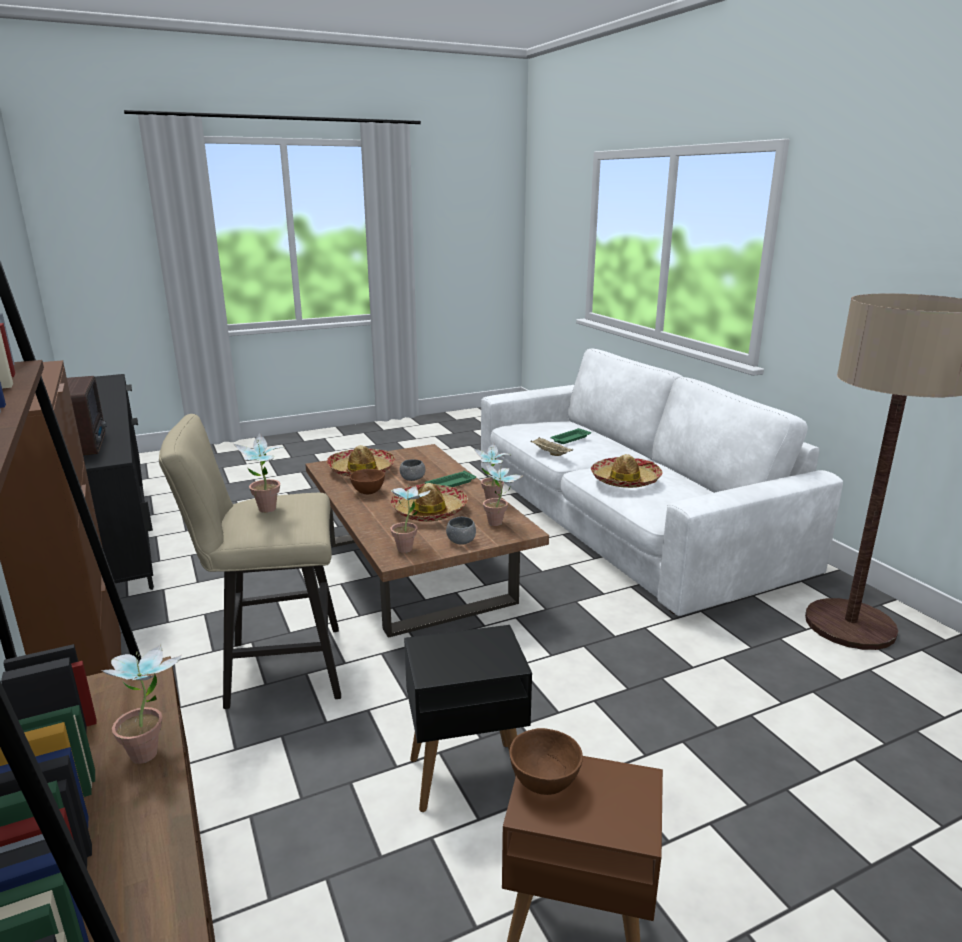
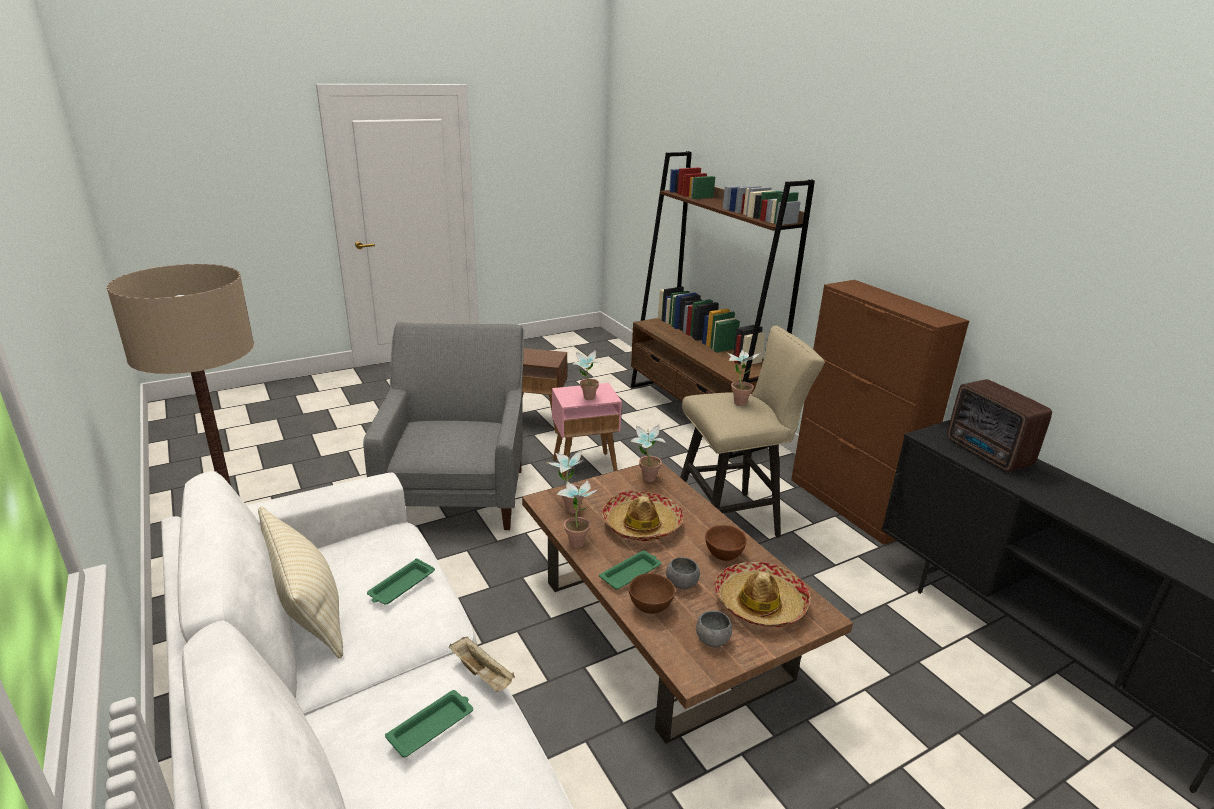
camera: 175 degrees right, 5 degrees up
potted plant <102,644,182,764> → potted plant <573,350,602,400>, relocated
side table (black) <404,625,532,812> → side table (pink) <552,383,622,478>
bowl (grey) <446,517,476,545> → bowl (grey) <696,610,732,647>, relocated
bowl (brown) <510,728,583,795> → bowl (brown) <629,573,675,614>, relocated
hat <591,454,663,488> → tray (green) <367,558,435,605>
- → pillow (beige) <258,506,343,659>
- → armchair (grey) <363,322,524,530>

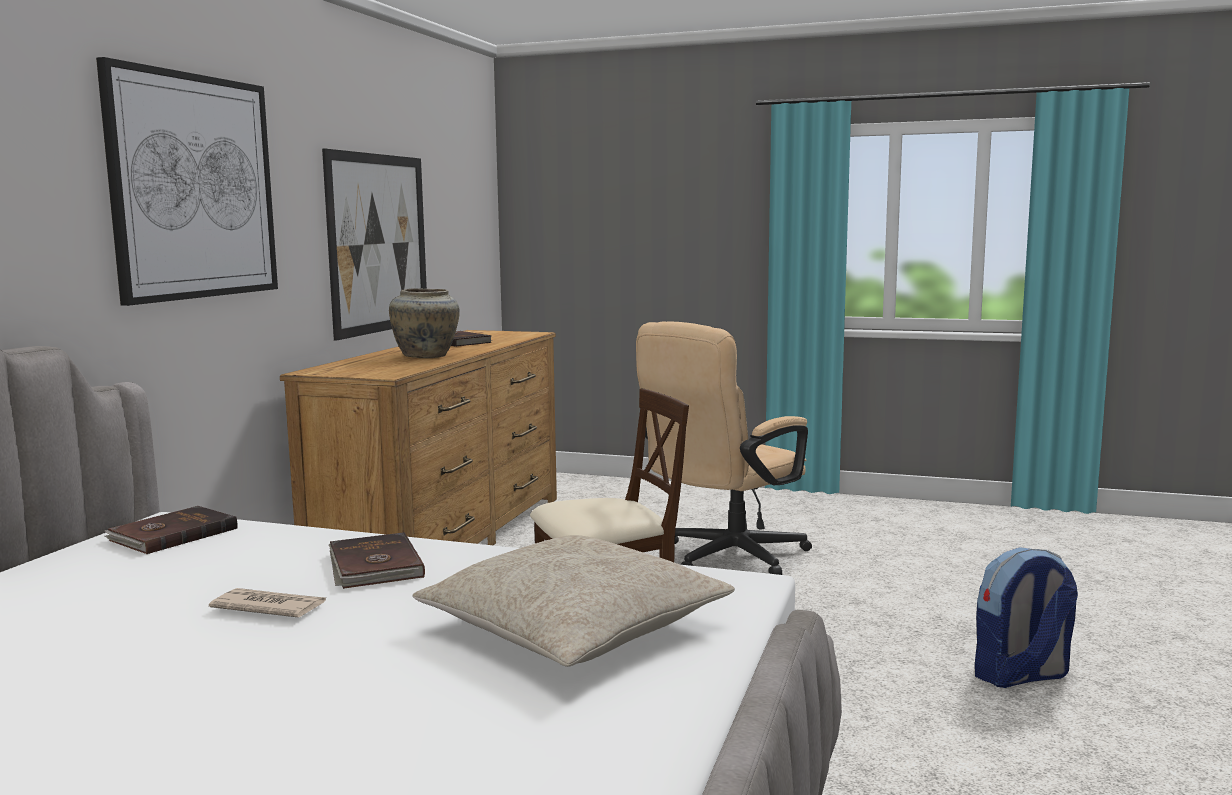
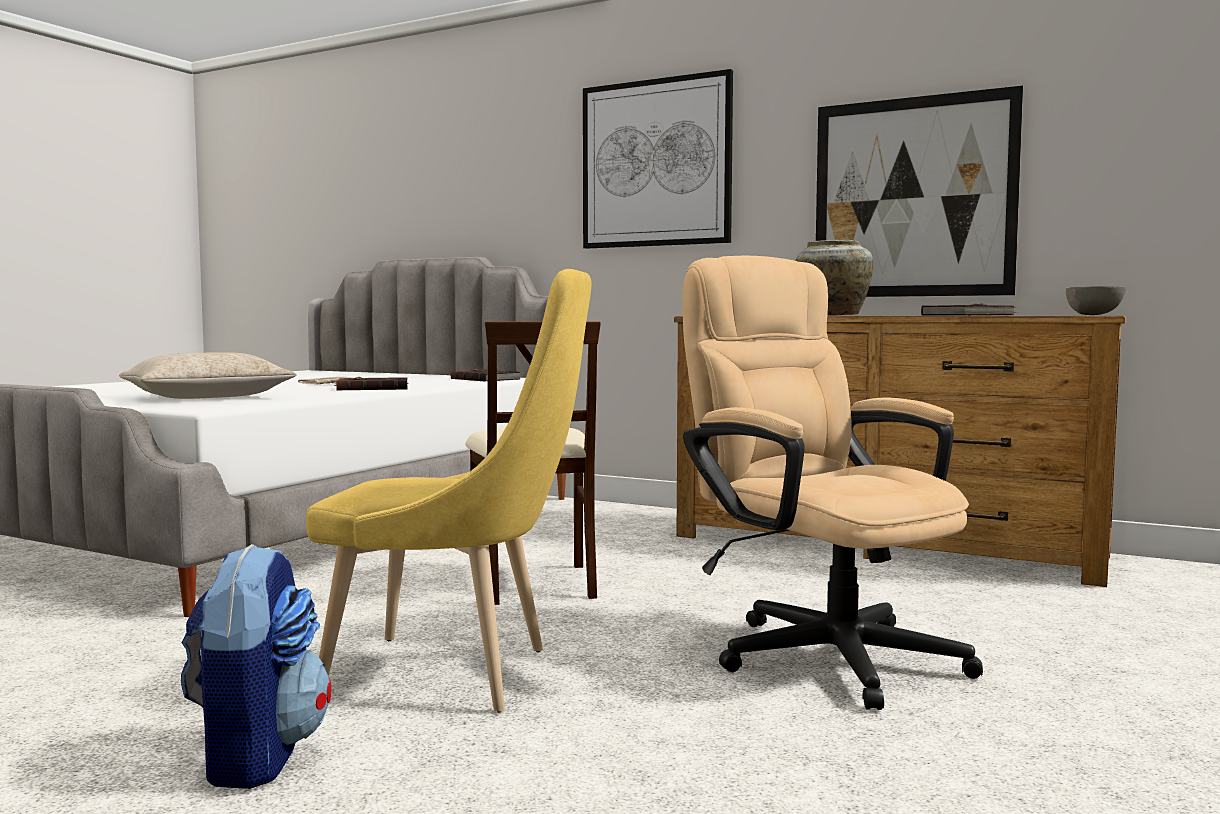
camera: 100 degrees right, 5 degrees down
- → chair (yellow) <306,269,591,713>
- → bowl (grey) <1066,286,1126,315>

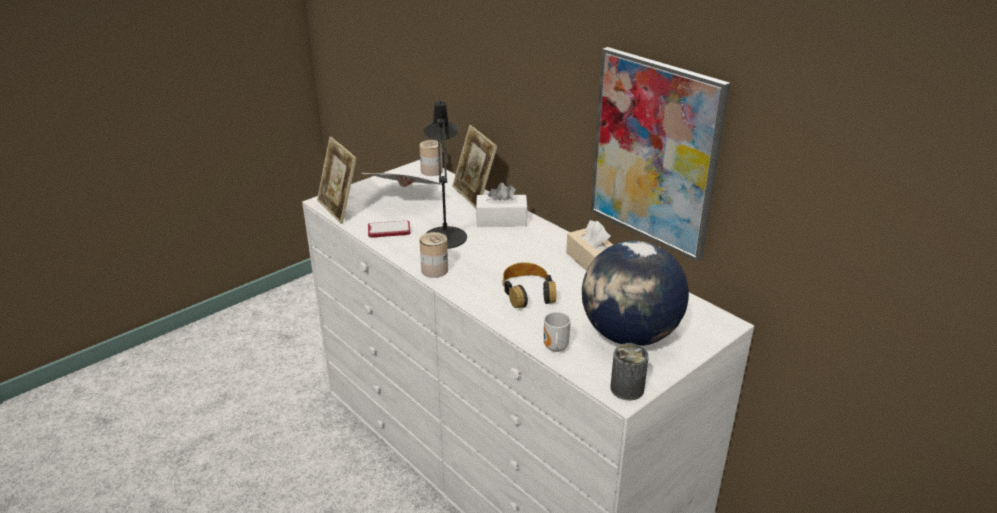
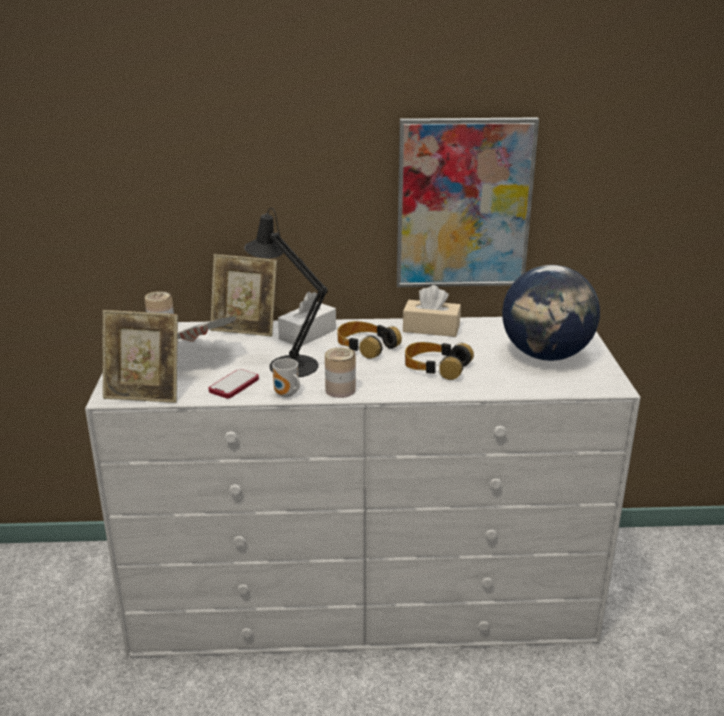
camera: 50 degrees left, 5 degrees down
mug <544,312,571,352> → mug <272,358,300,397>, relocated
can <610,343,649,400> → -
- → headphones <337,321,402,359>

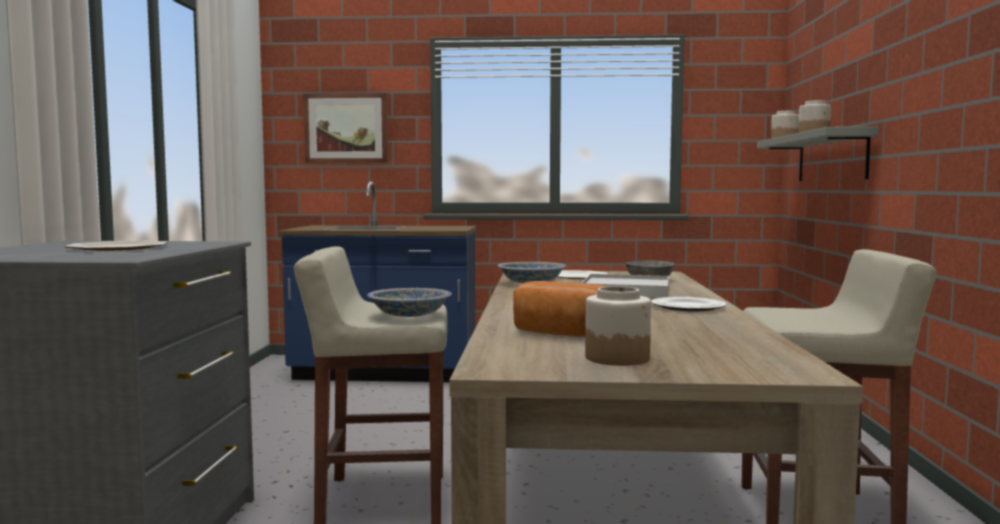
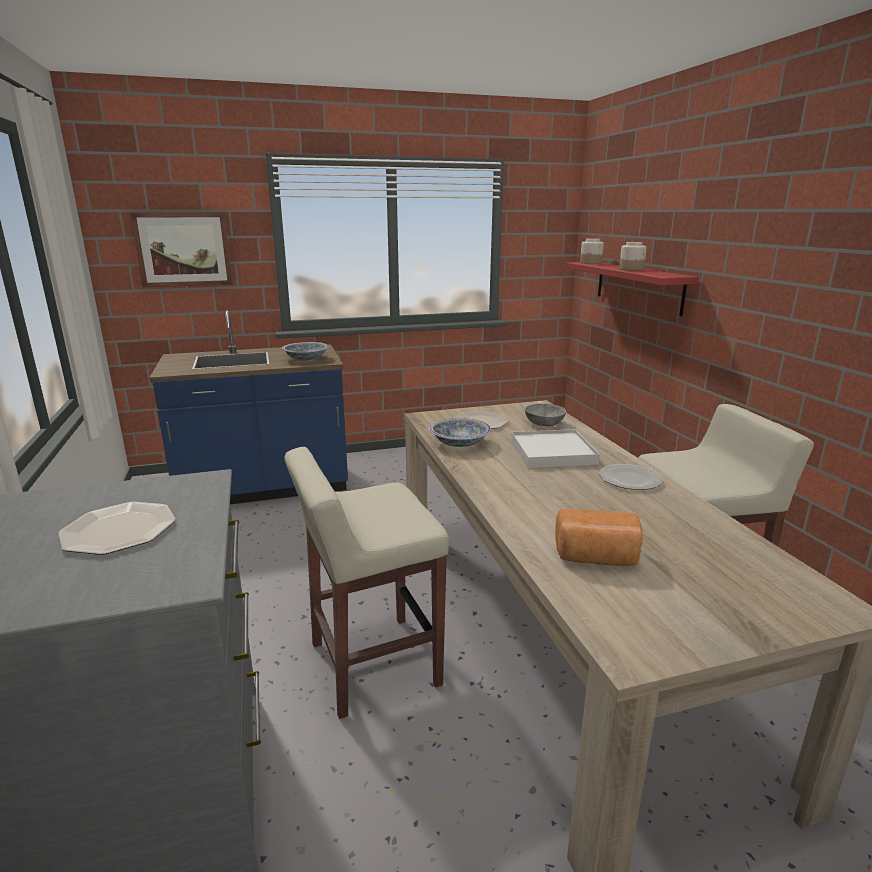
camera: 20 degrees left, 15 degrees up
bowl <367,288,452,317> → bowl <282,342,329,360>, relocated
jar <585,286,651,366> → -
shelf (grey) <757,127,879,181> → shelf (red) <566,262,699,317>

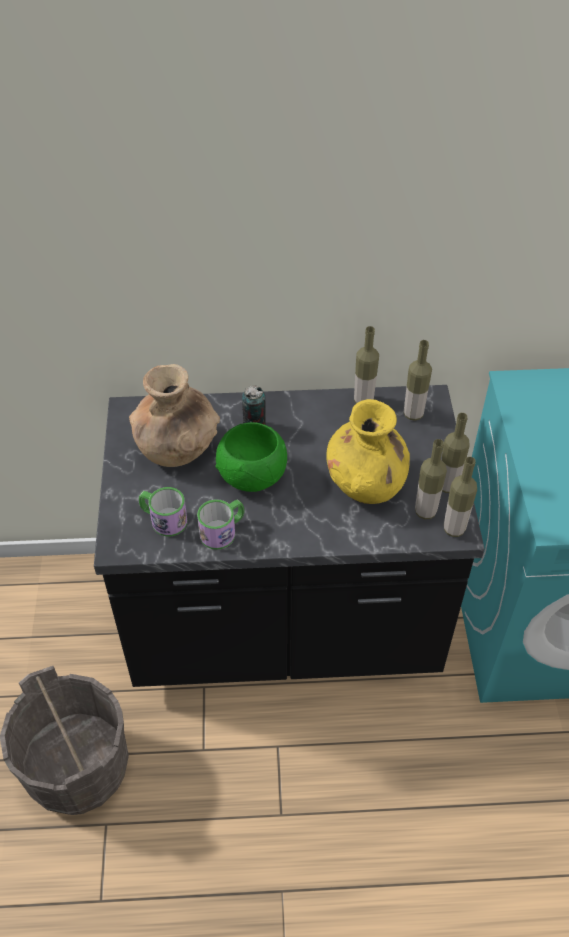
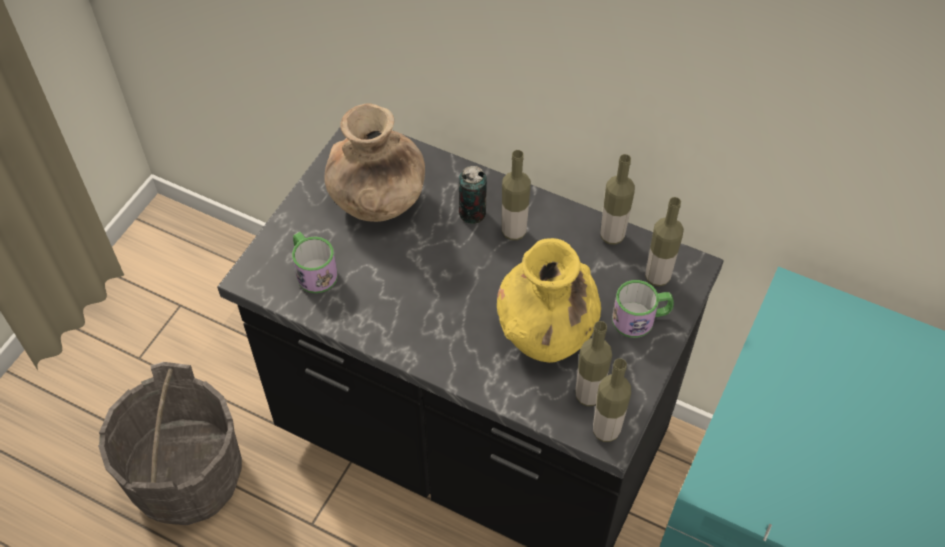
camera: 30 degrees right, 5 degrees up
mug <197,499,244,550> → mug <612,280,674,338>, relocated
bowl (green) <215,422,287,492> → -
bottle <441,413,470,493> → bottle <502,150,531,240>, relocated

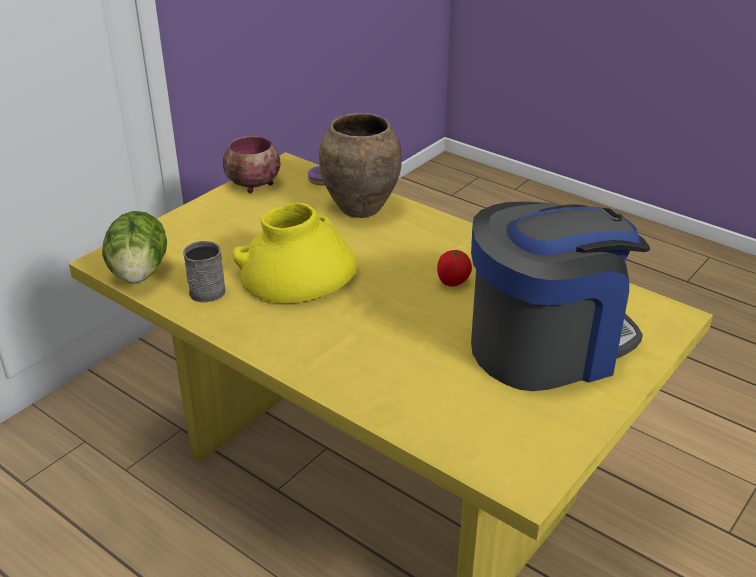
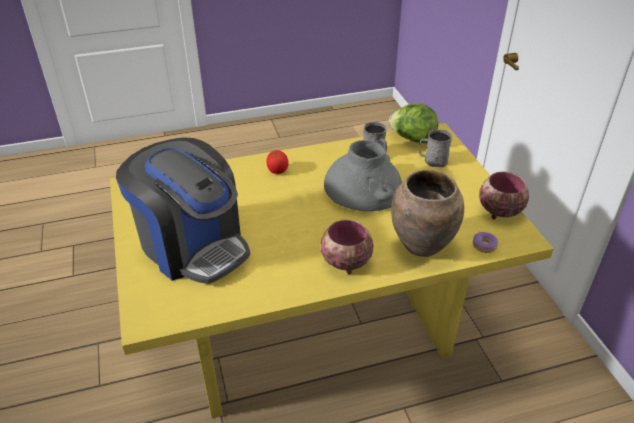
camera: 125 degrees right, 5 degrees up
vase (yellow) <232,203,357,303> → vase (grey) <324,140,402,212>
tomato <437,250,472,287> → tomato <266,150,289,174>, relocated
coffee machine <471,202,650,391> → coffee machine <116,137,250,284>, 60 degrees counterclockwise
- → bowl <321,219,374,274>
- → mug (grey) <419,130,452,167>

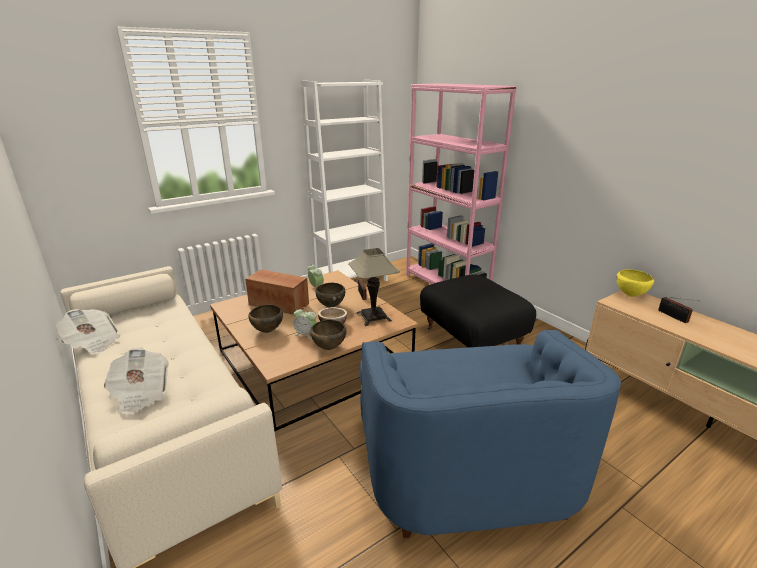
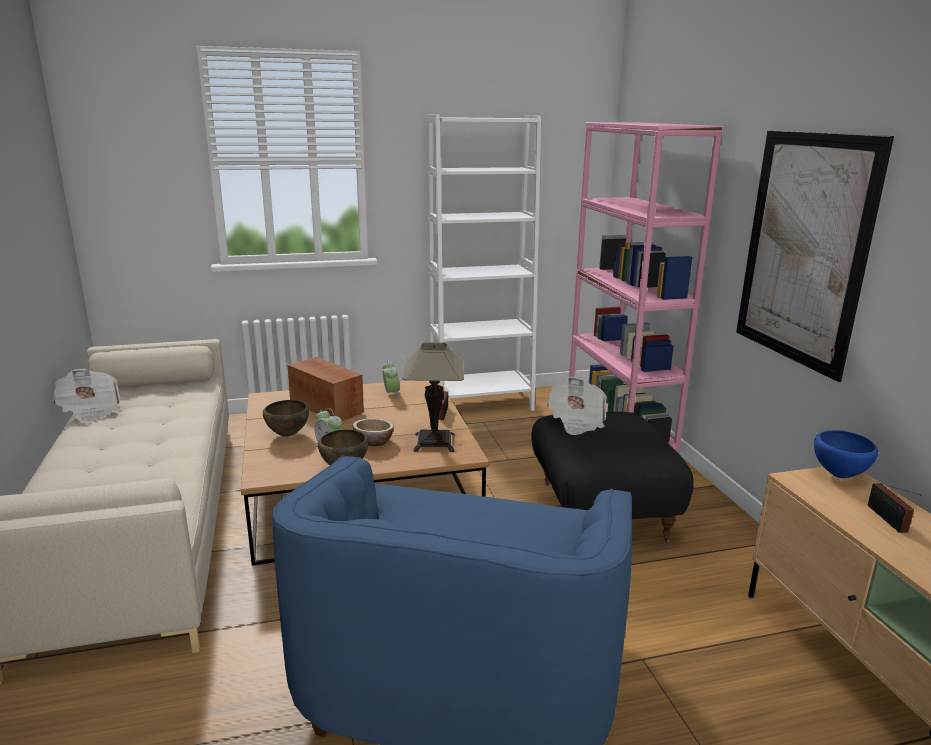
camera: 20 degrees right, 5 degrees down
newspaper <104,348,169,415> → newspaper <547,377,607,435>, relocated
bowl (brown) <315,283,345,307> → -
bowl (yellow) <616,269,654,297> → bowl (blue) <814,430,878,478>
- → picture <736,130,894,382>

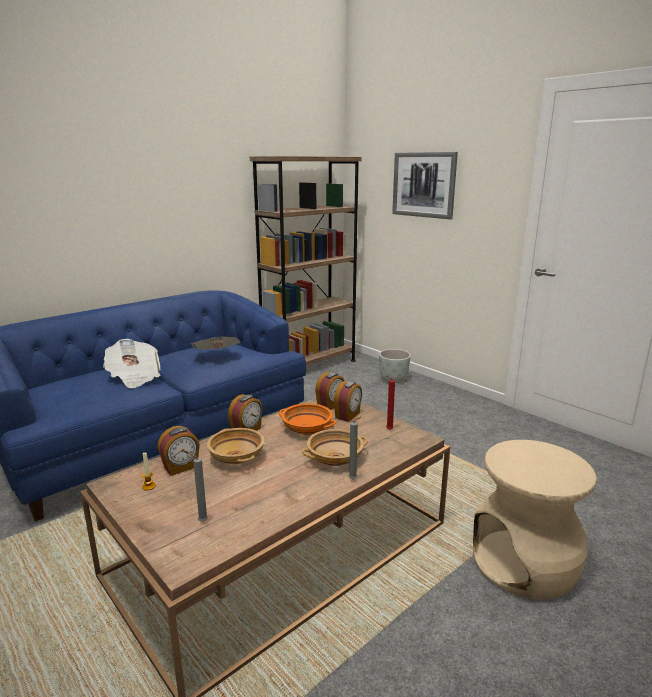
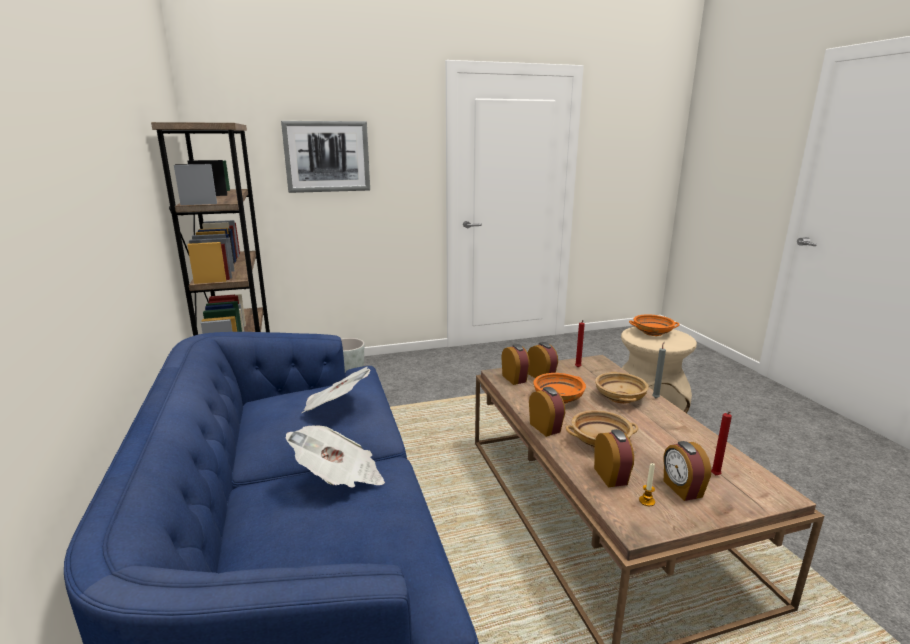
camera: 65 degrees left, 0 degrees up
candle (grey) <189,453,208,522> → candle (red) <711,411,732,476>
- → bowl (orange) <629,314,679,336>
- → alarm clock <664,441,711,501>

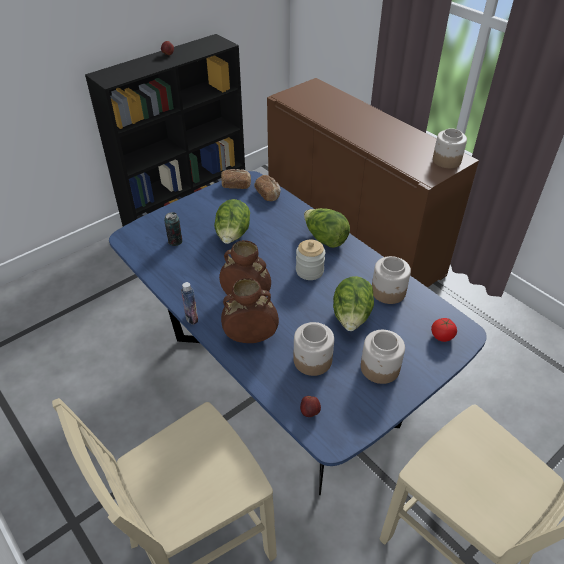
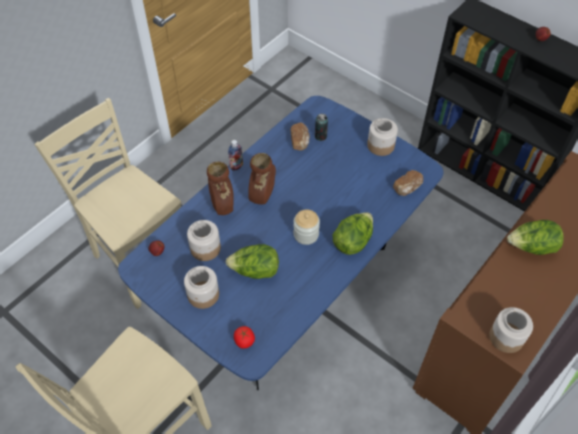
camera: 80 degrees right, 10 degrees up
lettuce <214,199,250,244> → lettuce <507,220,564,255>, relocated
bread <221,169,251,189> → bread <290,123,310,151>, relocated
jar <372,256,411,304> → jar <367,118,398,156>, relocated

